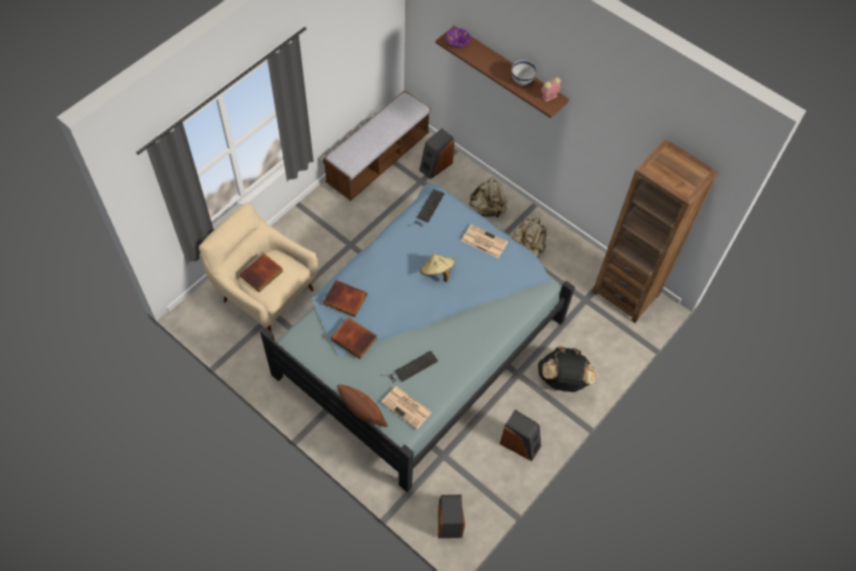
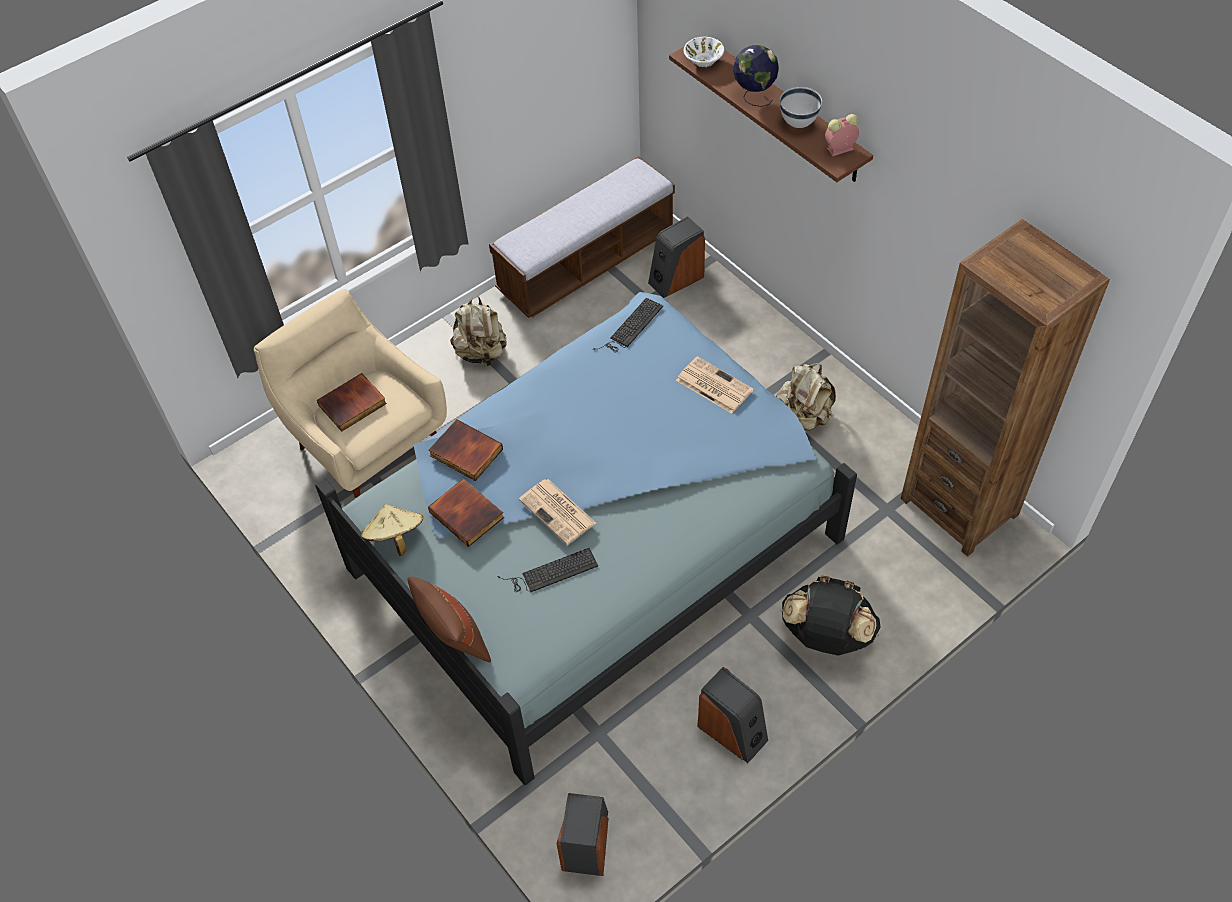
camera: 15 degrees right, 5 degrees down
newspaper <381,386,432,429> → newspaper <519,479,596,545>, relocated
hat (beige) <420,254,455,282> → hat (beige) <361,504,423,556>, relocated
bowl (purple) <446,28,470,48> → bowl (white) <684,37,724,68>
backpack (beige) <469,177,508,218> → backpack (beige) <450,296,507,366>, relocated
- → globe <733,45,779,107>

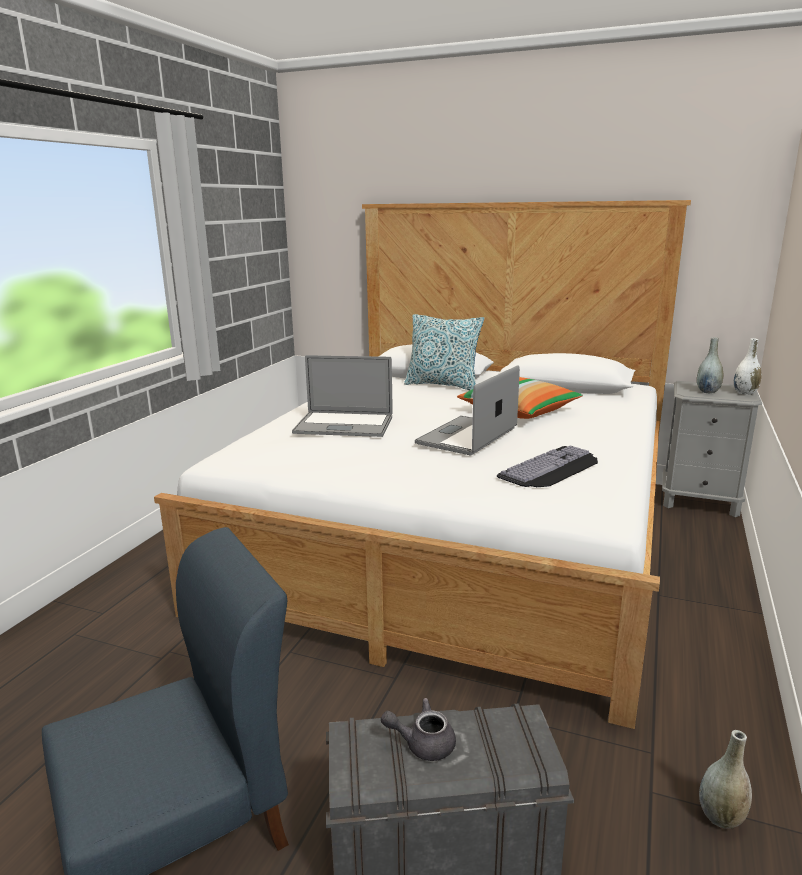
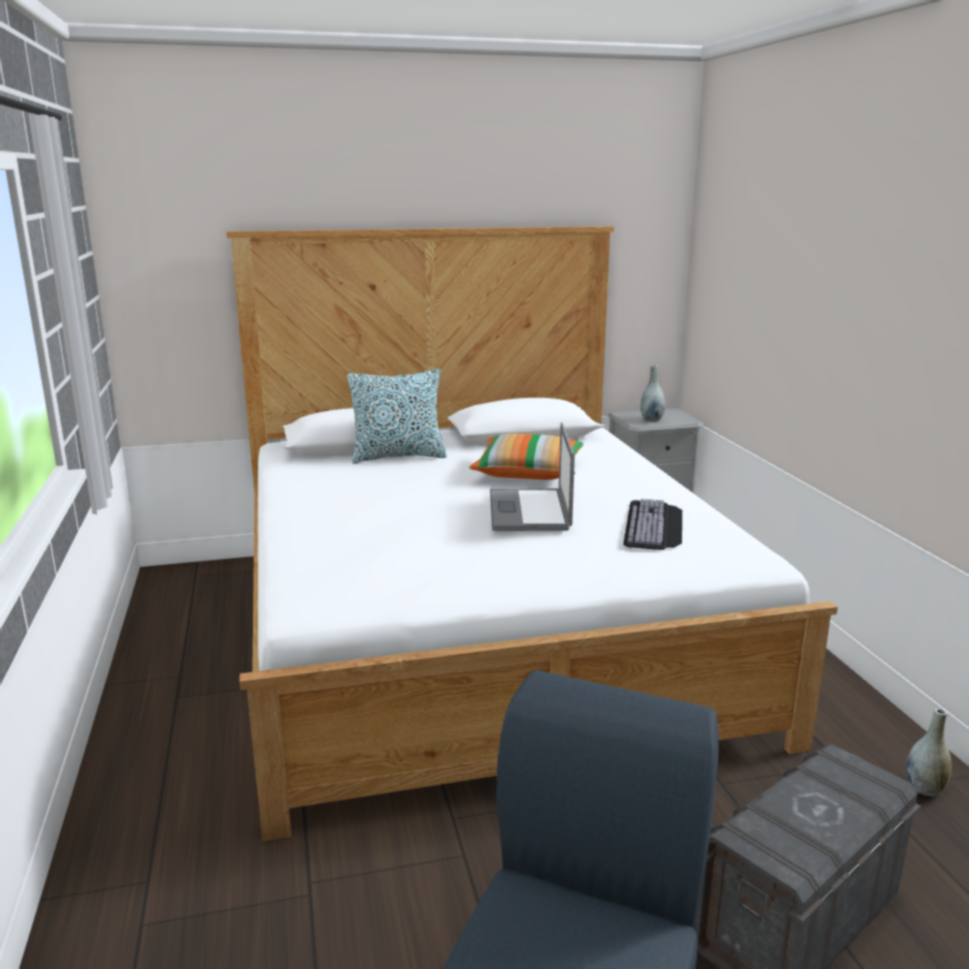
camera: 35 degrees left, 0 degrees up
laptop <292,355,393,437> → -
teapot (grey) <381,698,456,761> → -
vase (white) <734,338,762,395> → -

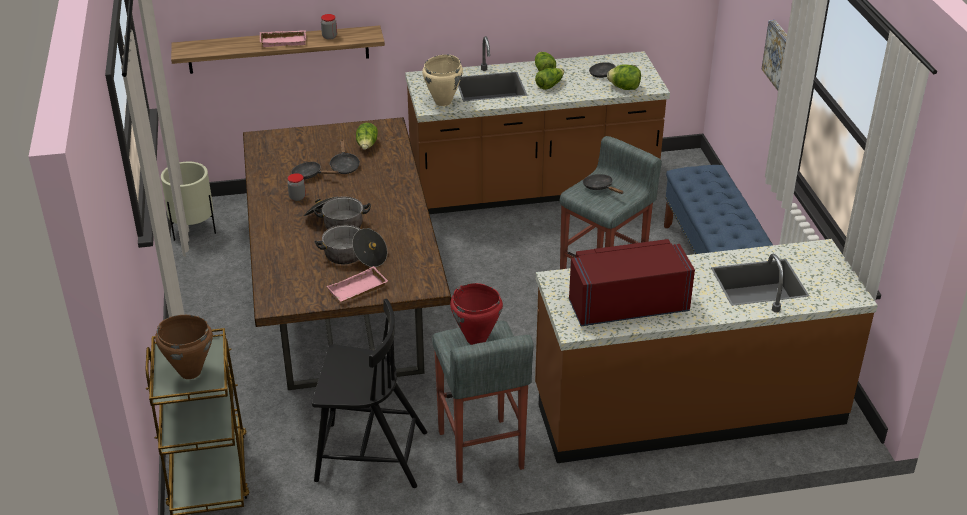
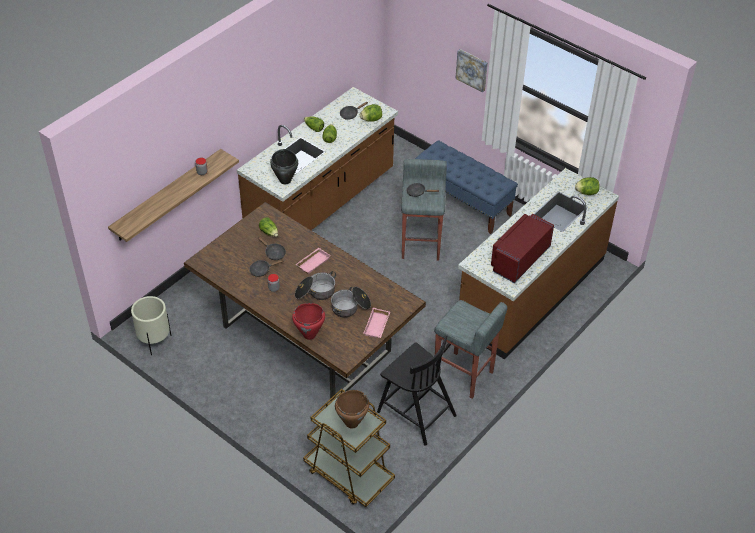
camera: 40 degrees left, 10 degrees up
tray (pink) <260,30,306,47> → tray (pink) <295,248,331,274>, relocated
chair (black) <312,299,427,488> → chair (black) <377,336,457,446>, 75 degrees clockwise
cooking pot (beige) <422,54,463,106> → cooking pot (black) <270,149,298,184>
cooking pot (red) <450,283,503,345> → cooking pot (red) <292,303,325,340>, relocated
- → lettuce <575,177,600,195>

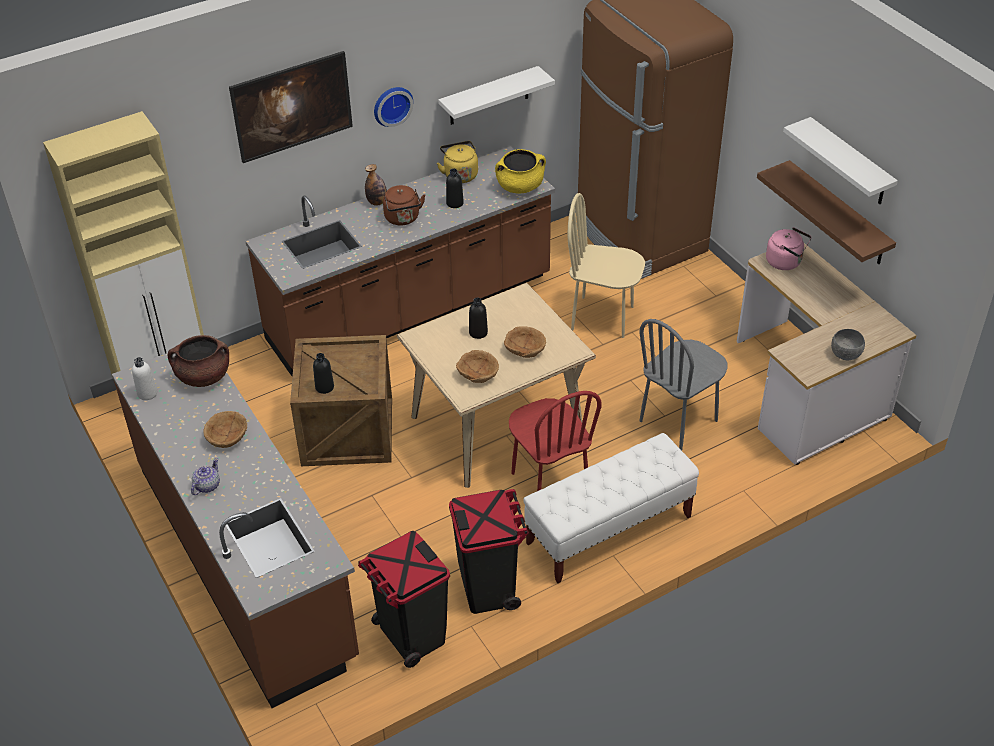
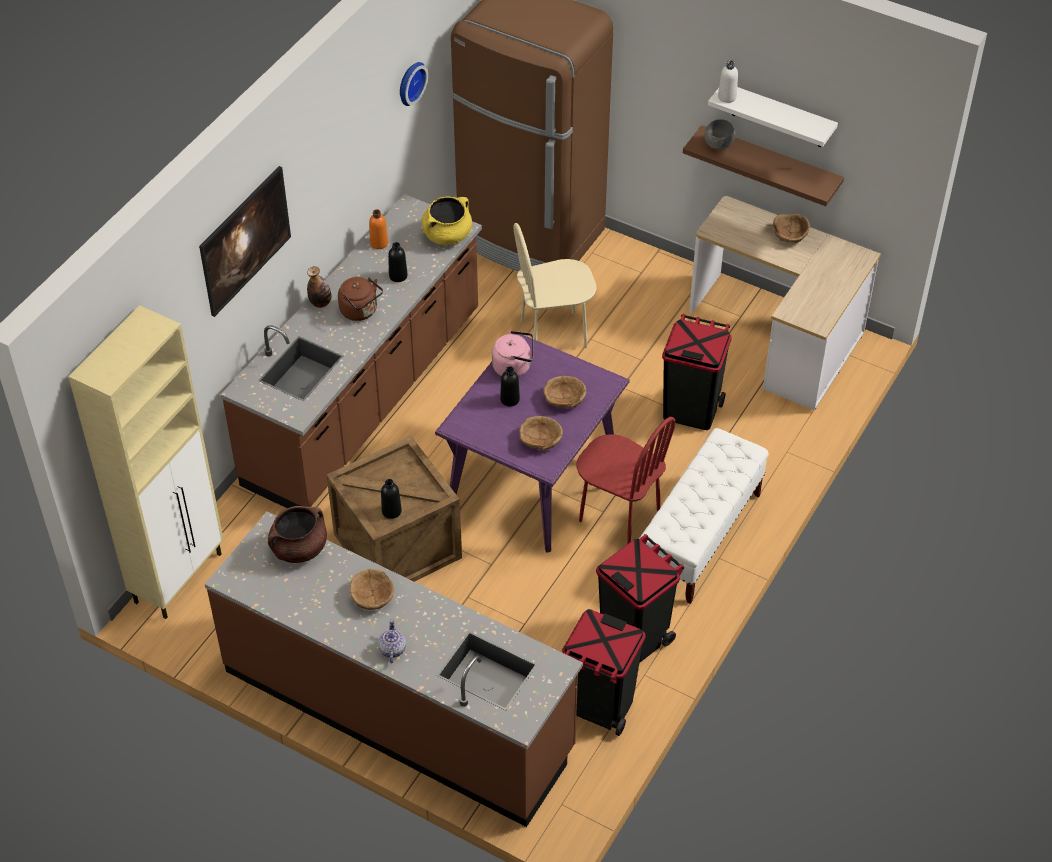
camera: 30 degrees left, 5 degrees up
bottle (white) <132,357,157,400> → bottle (white) <718,60,738,103>, relocated
wall clock <374,87,413,127> → wall clock <400,62,428,106>, relocated
dining table (beige) <397,283,596,488> → dining table (purple) <435,334,630,553>
kettle (yellow) <437,141,478,183> → bottle (orange) <369,209,388,249>
shelf (white) <438,66,555,125> → -
chair (grey) <639,319,727,451> → trash can (black) <662,314,732,430>
kettle (pink) <766,227,811,270> → kettle (pink) <492,331,533,377>, relocated
bowl (grey) <831,329,865,360> → bowl (grey) <704,119,735,150>, relocated
- → bowl (brown) <773,214,810,243>

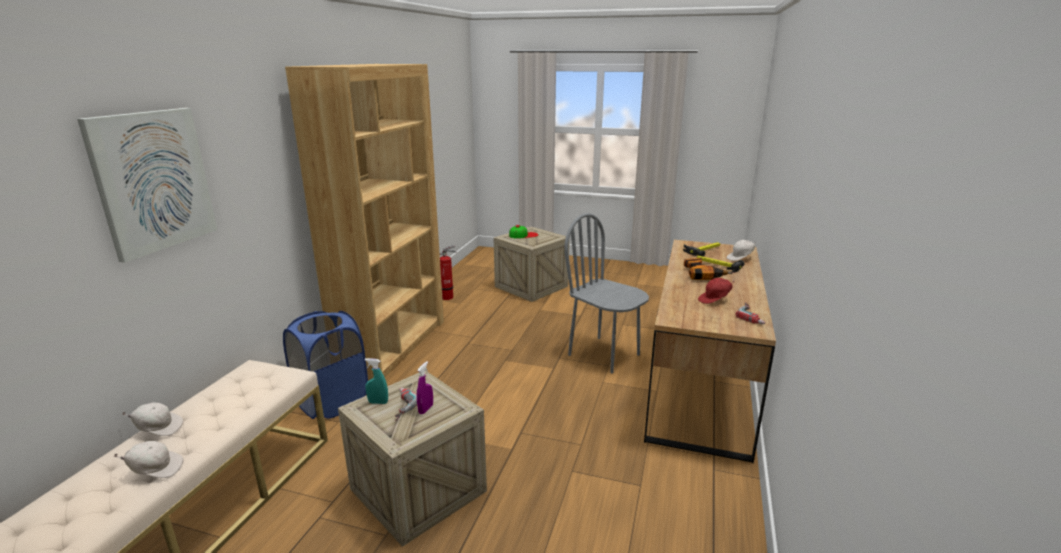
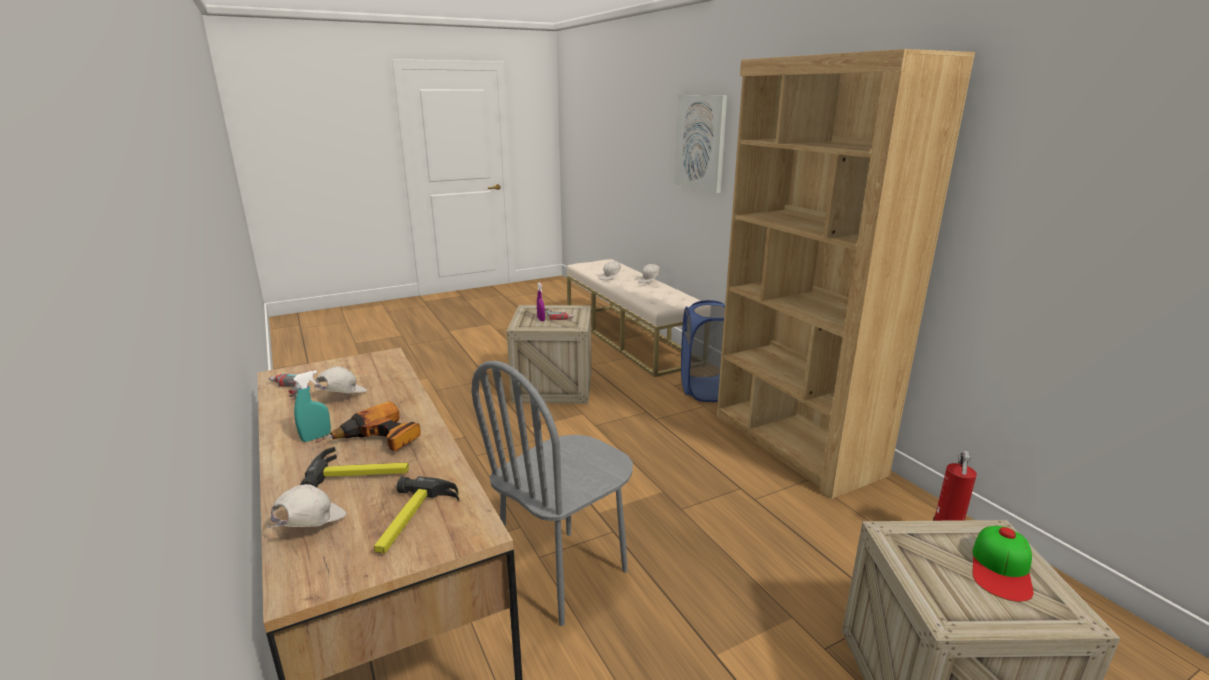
camera: 135 degrees right, 0 degrees up
spray bottle (turquoise) <365,358,388,404> → spray bottle (turquoise) <293,370,331,442>, relocated
chair (grey) <564,213,649,374> → chair (grey) <472,361,633,626>, 135 degrees clockwise
cap (red) <698,278,734,304> → cap (white) <313,367,367,393>

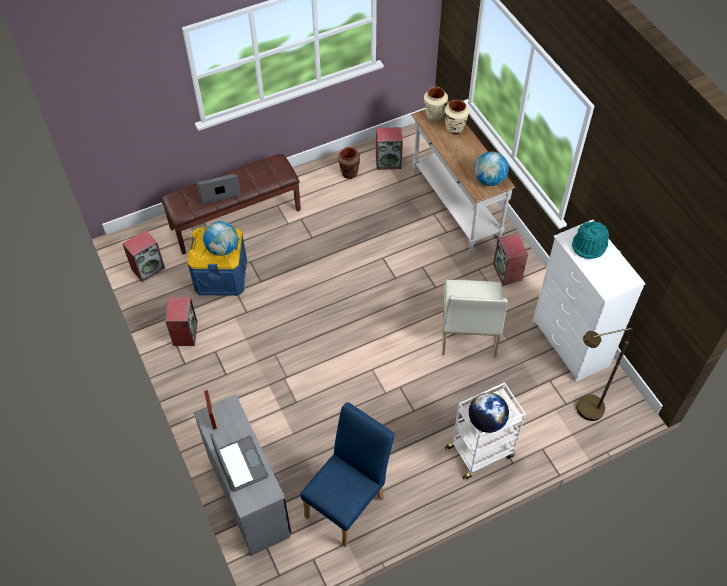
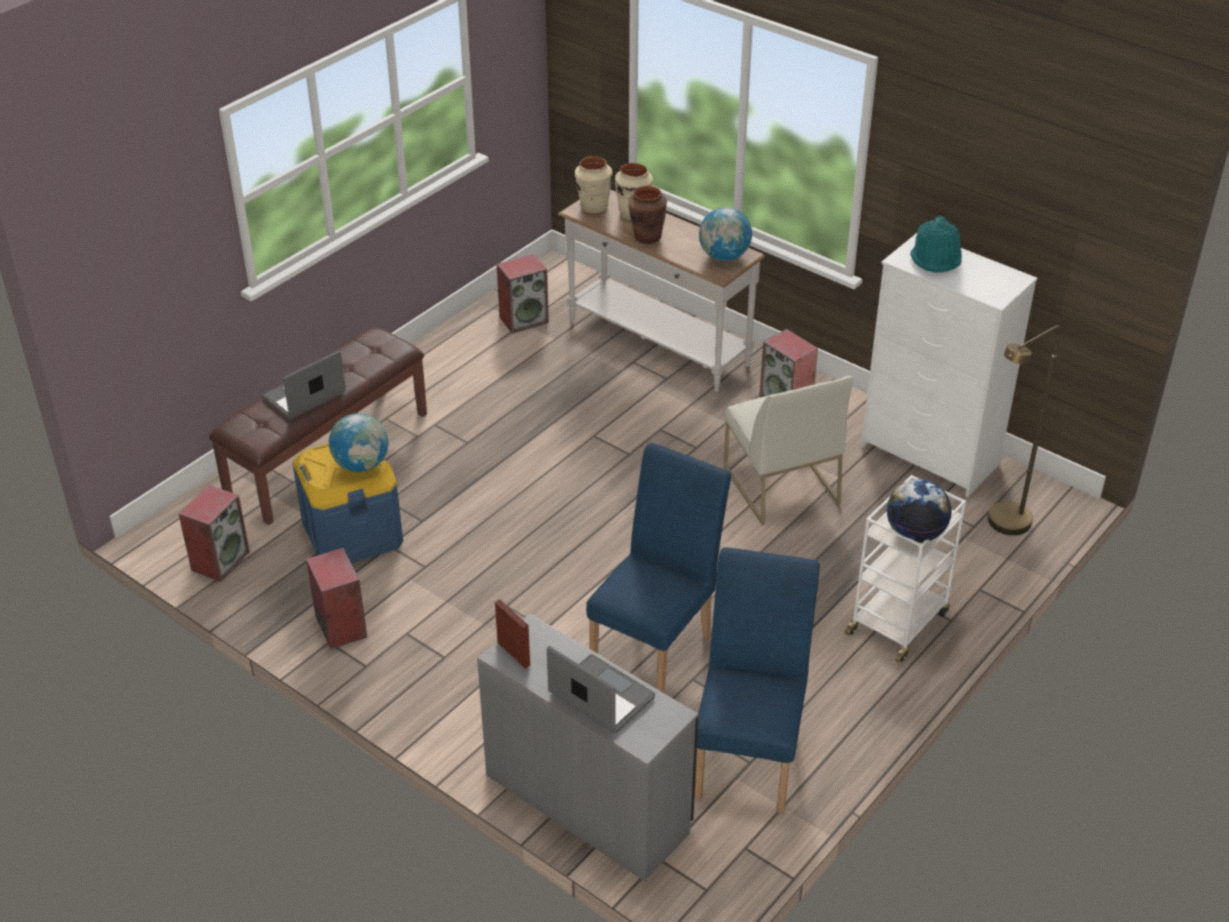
camera: 25 degrees left, 15 degrees down
vase (brown) <338,147,360,179> → vase (brown) <628,186,667,244>, relocated
- → chair (blue) <586,443,731,694>

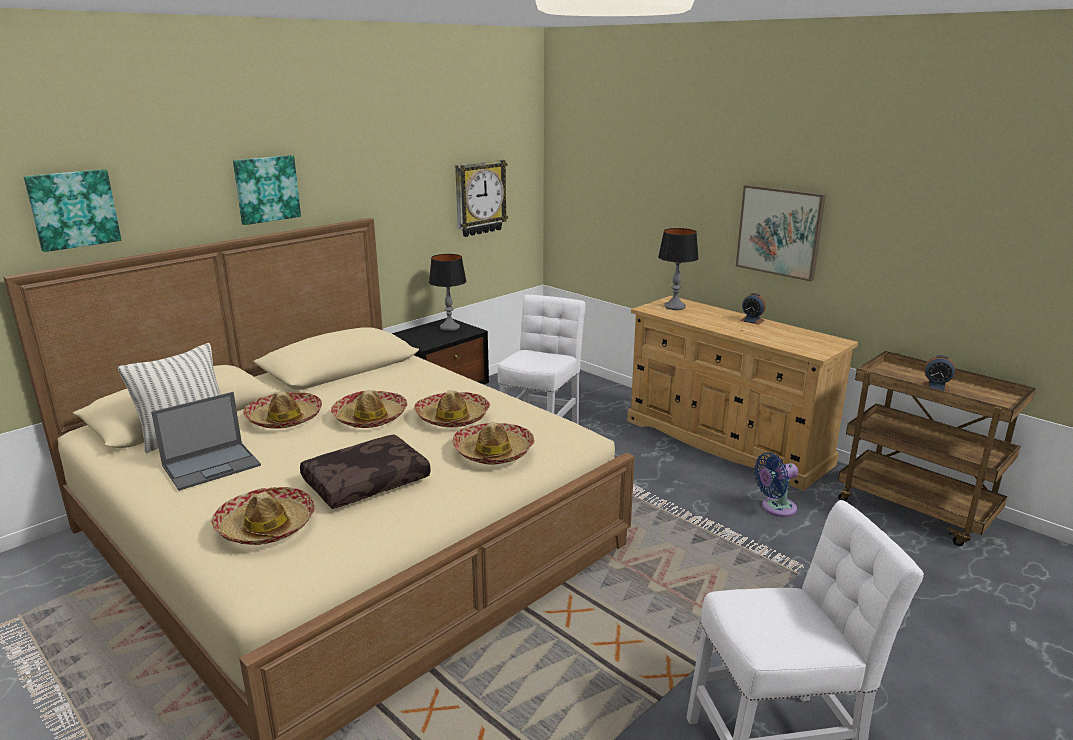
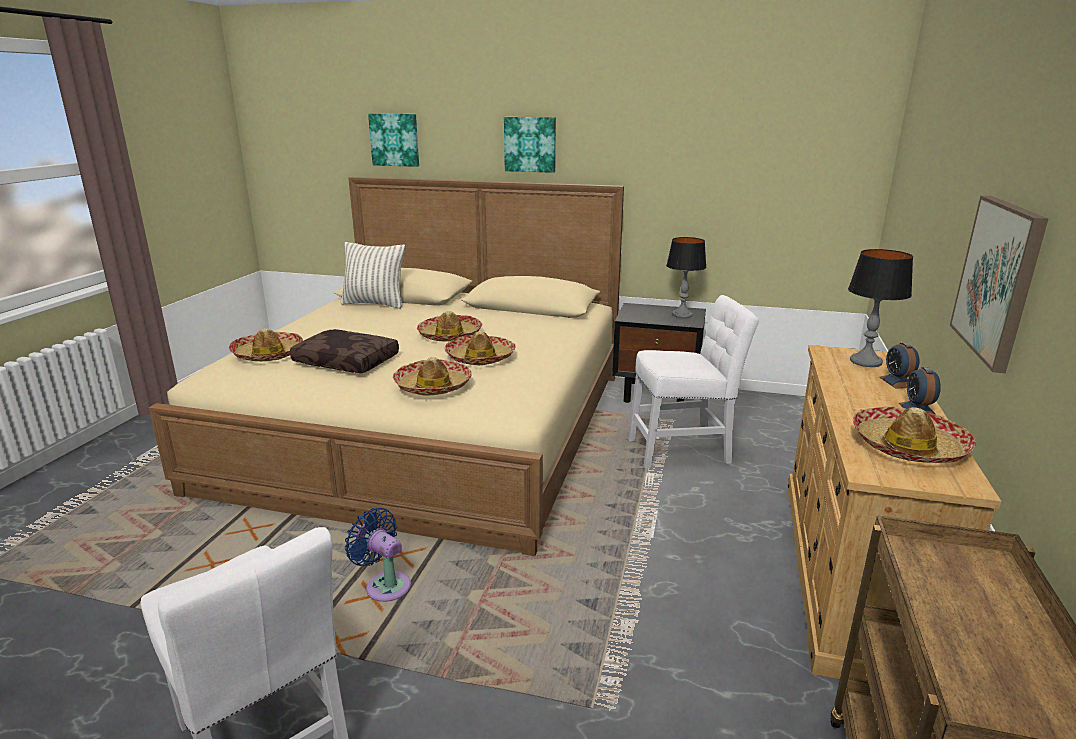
camera: 60 degrees right, 0 degrees up
laptop <151,392,261,491> → -
hat <243,391,322,429> → hat <853,406,976,463>, relocated
wall clock <455,160,508,237> → -
fan (blue) <754,452,798,517> → fan (blue) <345,508,411,602>, relocated
alarm clock <923,355,956,392> → alarm clock <879,342,920,389>, relocated

